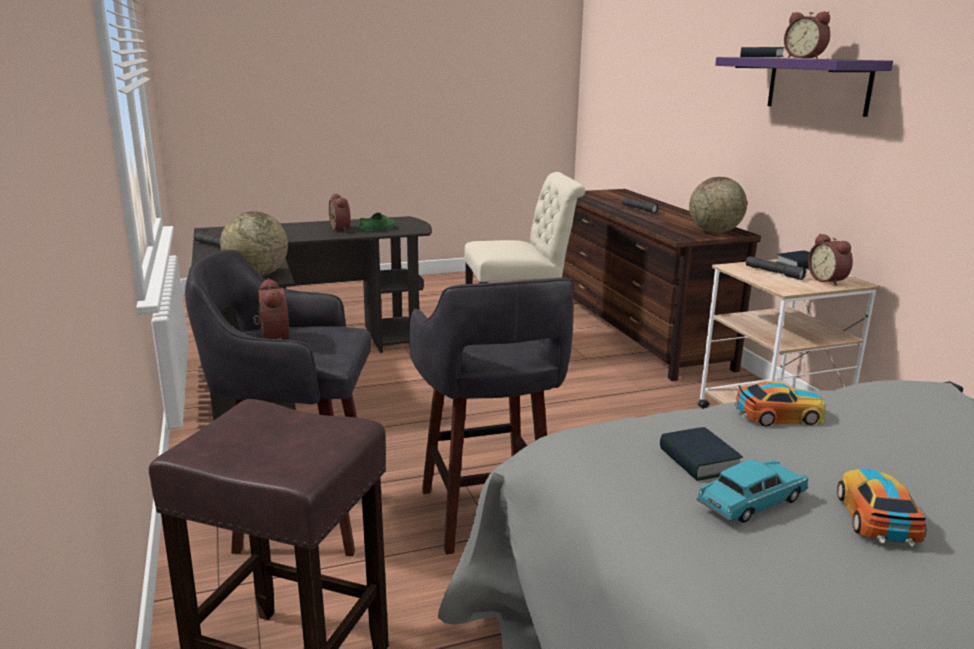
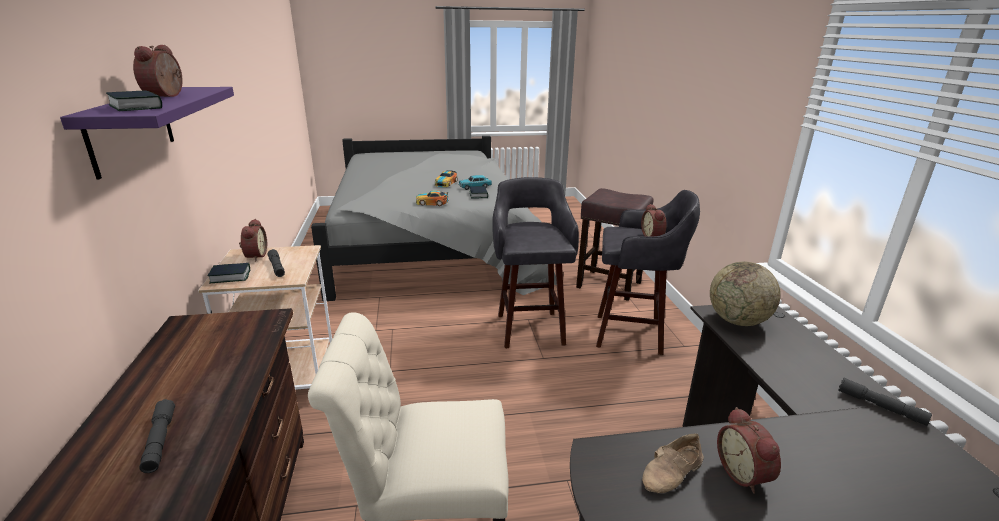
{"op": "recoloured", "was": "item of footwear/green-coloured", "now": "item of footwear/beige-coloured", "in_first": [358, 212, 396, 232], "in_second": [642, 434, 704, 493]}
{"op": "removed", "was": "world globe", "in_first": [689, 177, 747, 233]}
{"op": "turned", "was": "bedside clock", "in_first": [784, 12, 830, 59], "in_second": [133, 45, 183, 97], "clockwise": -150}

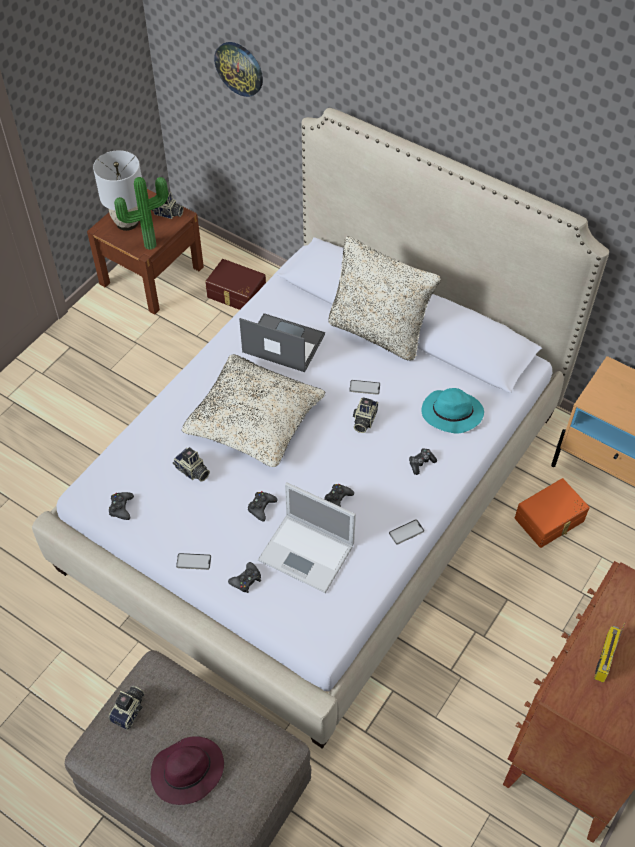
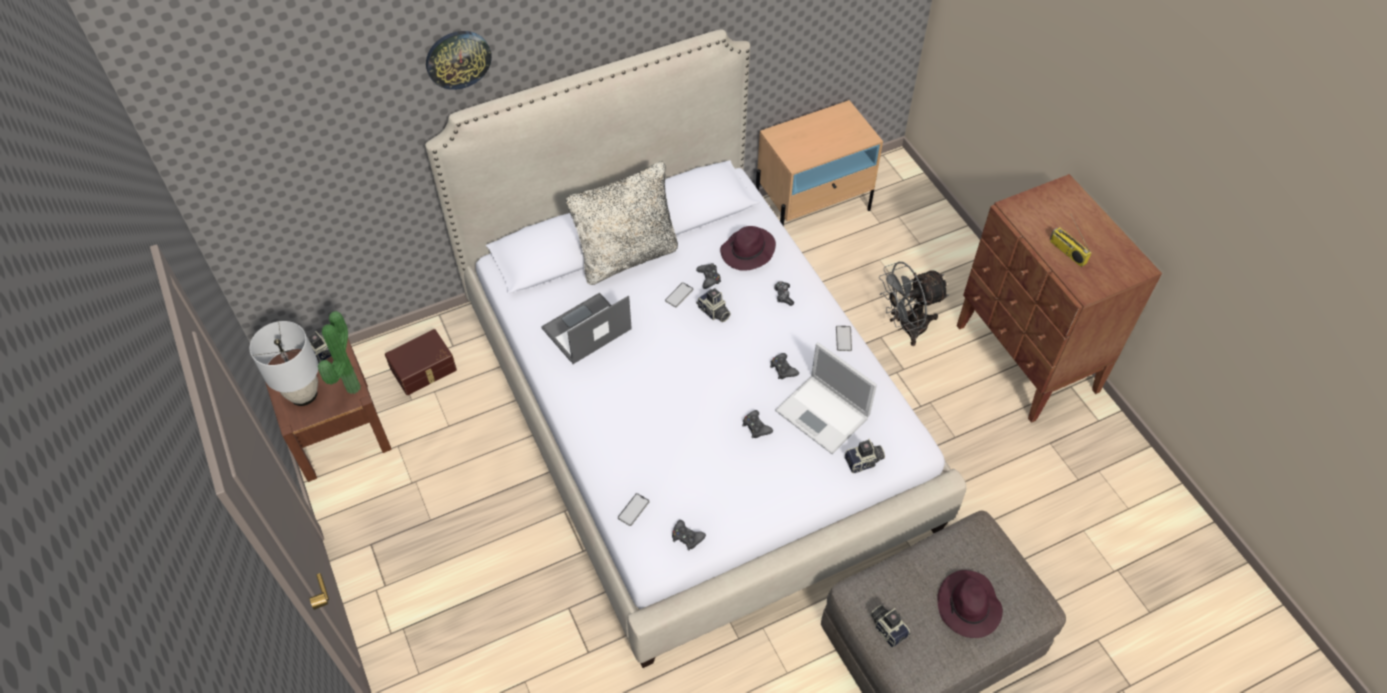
{"op": "moved", "was": "photo camera", "in_first": [173, 447, 210, 482], "in_second": [845, 439, 885, 474]}
{"op": "moved", "was": "handset", "in_first": [176, 553, 211, 570], "in_second": [618, 493, 649, 526]}
{"op": "removed", "was": "throw pillow/beige-coloured", "in_first": [182, 354, 326, 467]}
{"op": "moved", "was": "clock on the wall", "in_first": [214, 42, 263, 97], "in_second": [426, 31, 492, 90]}
{"op": "moved", "was": "gamepad/black-coloured", "in_first": [228, 562, 261, 593], "in_second": [696, 263, 721, 289]}
{"op": "turned", "was": "laptop", "in_first": [258, 482, 356, 593], "in_second": [775, 342, 877, 454], "clockwise": 75}
{"op": "recoloured", "was": "hat/turquoise", "now": "hat/purple", "in_first": [422, 388, 484, 434], "in_second": [720, 226, 776, 271]}
{"op": "removed", "was": "storage box/orange", "in_first": [515, 478, 590, 548]}
{"op": "added", "now": "fan/greyish", "in_second": [879, 262, 949, 346]}

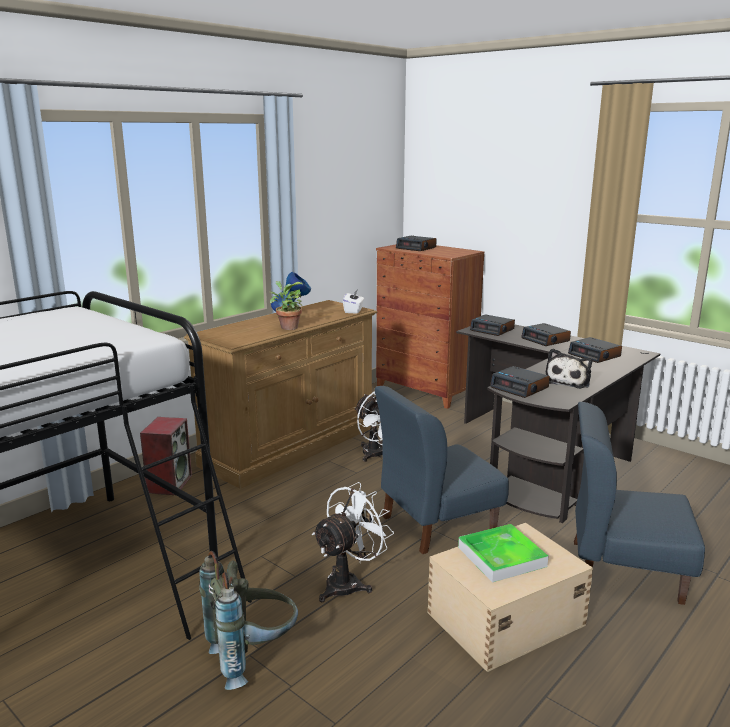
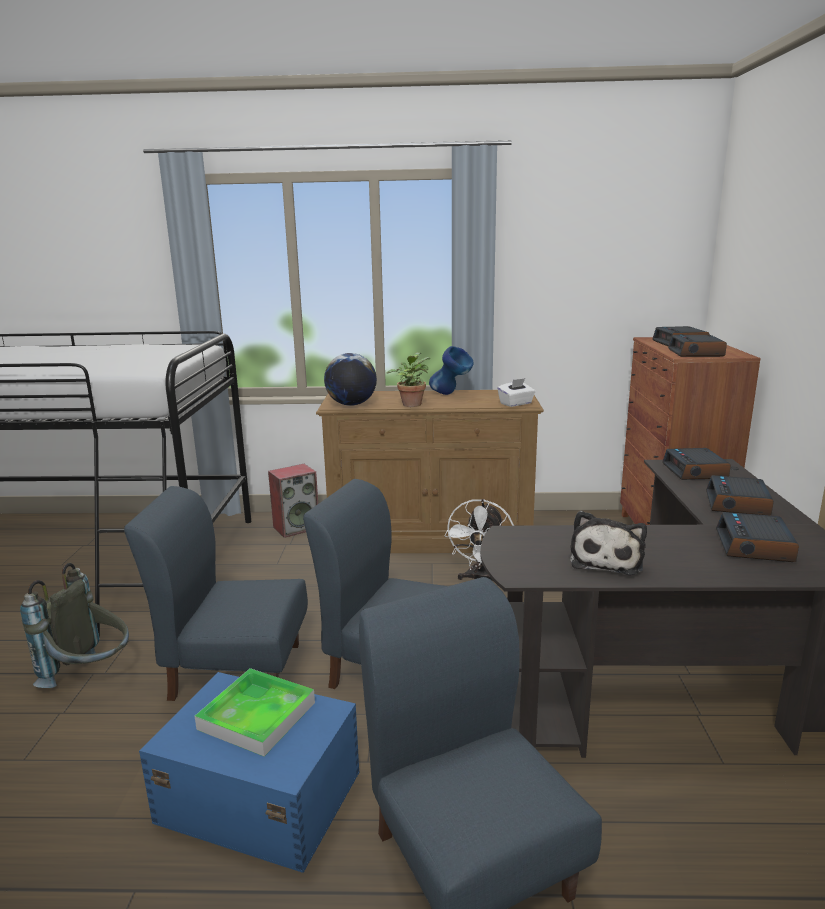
{"op": "replaced", "was": "fan/whitish", "now": "plain chair/blue-coloured", "in_first": [312, 482, 394, 603], "in_second": [124, 486, 308, 701]}
{"op": "recoloured", "was": "storage box/beige-coloured", "now": "storage box/blue-coloured", "in_first": [428, 523, 593, 672], "in_second": [139, 672, 359, 873]}
{"op": "moved", "was": "bedside clock", "in_first": [490, 366, 550, 398], "in_second": [668, 335, 727, 357]}
{"op": "turned", "was": "soft toy", "in_first": [546, 349, 592, 388], "in_second": [570, 511, 647, 575], "clockwise": -60}
{"op": "added", "now": "world globe", "in_second": [324, 353, 377, 406]}

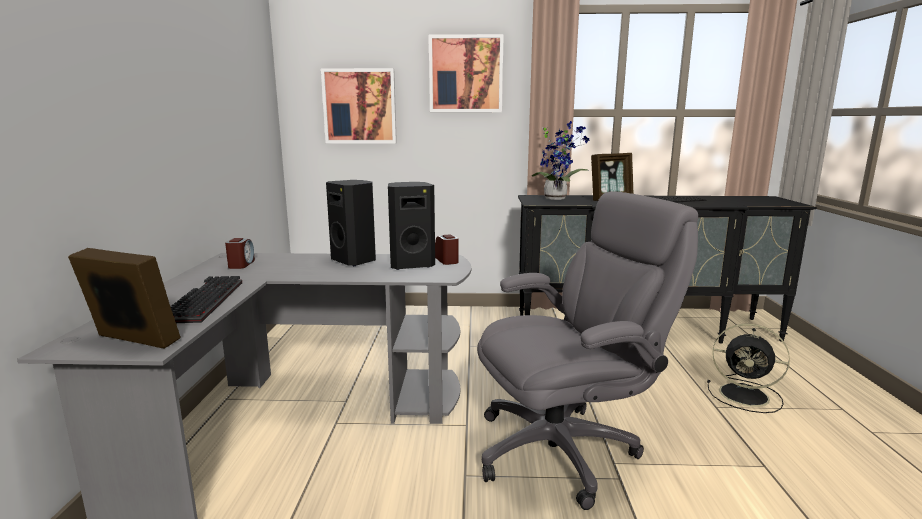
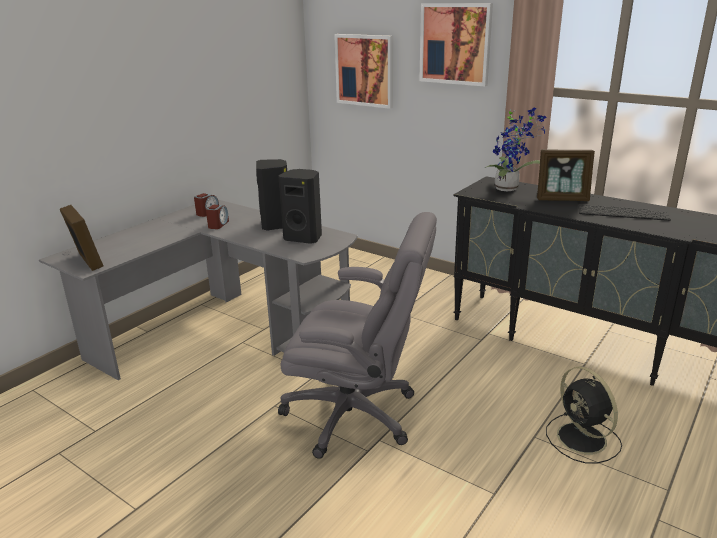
{"op": "removed", "was": "keyboard", "in_first": [170, 276, 242, 323]}
{"op": "moved", "was": "bedside clock", "in_first": [435, 234, 459, 265], "in_second": [206, 205, 229, 229]}

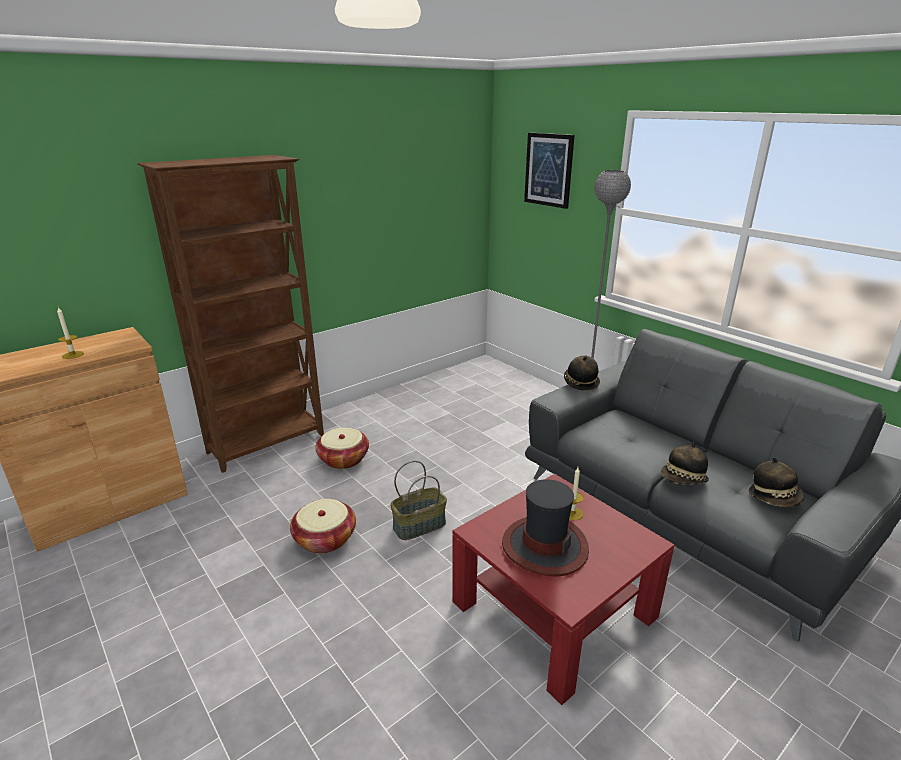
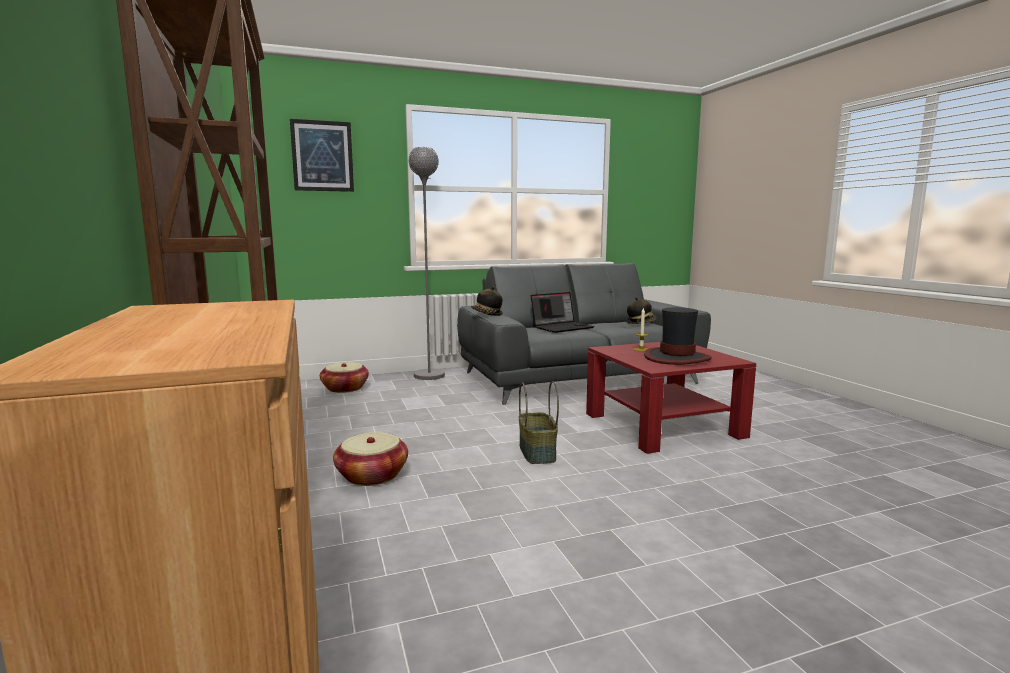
{"op": "removed", "was": "candle", "in_first": [57, 308, 84, 359]}
{"op": "moved", "was": "storage basket", "in_first": [290, 499, 356, 554], "in_second": [320, 362, 369, 393]}
{"op": "removed", "was": "hat", "in_first": [661, 442, 709, 485]}
{"op": "added", "now": "laptop", "in_second": [531, 292, 594, 333]}

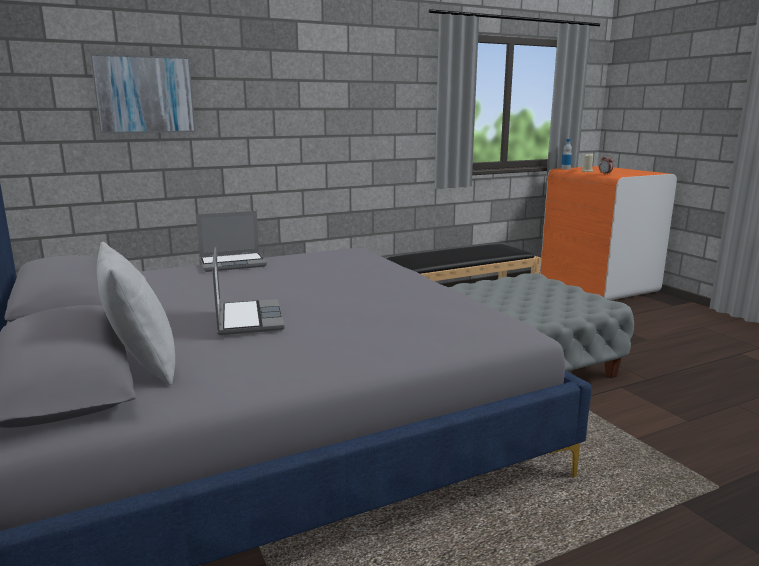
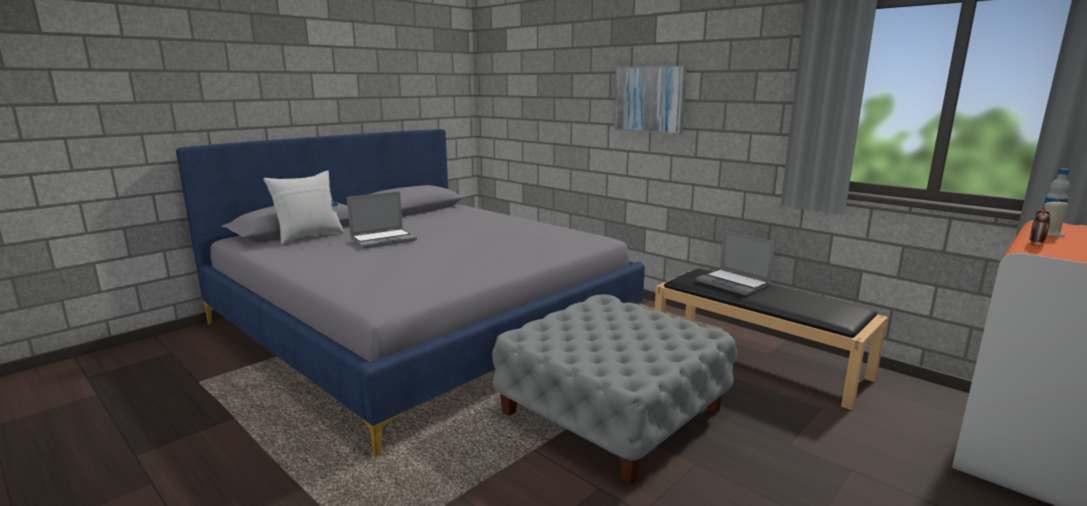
{"op": "moved", "was": "wall picture", "in_first": [90, 54, 196, 134], "in_second": [614, 65, 687, 134]}
{"op": "moved", "was": "laptop", "in_first": [196, 211, 267, 272], "in_second": [696, 230, 776, 296]}

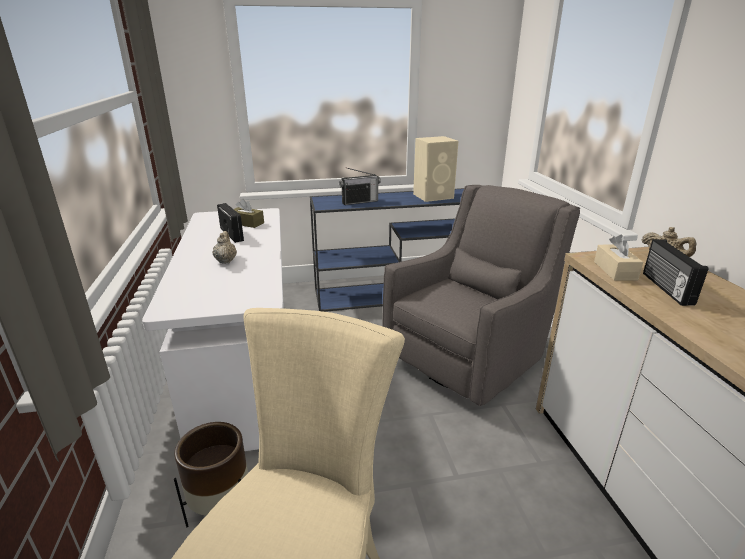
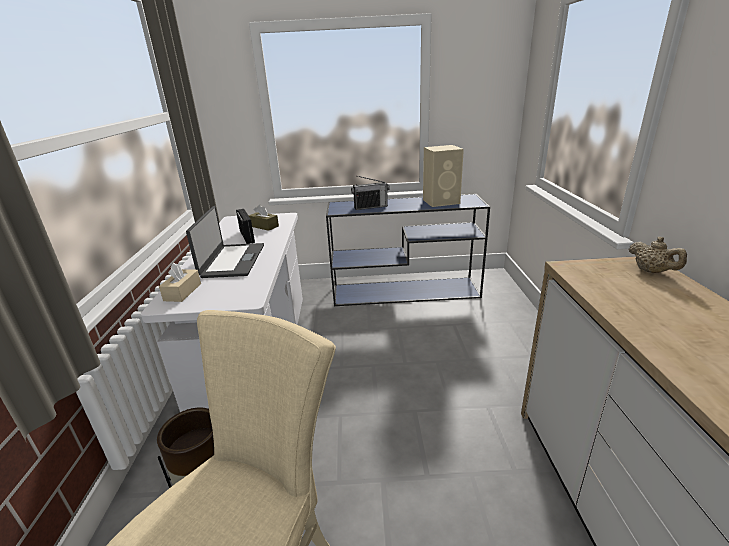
{"op": "replaced", "was": "pot for tea/beige-coloured", "now": "laptop", "in_first": [213, 231, 237, 264], "in_second": [186, 206, 264, 278]}
{"op": "removed", "was": "armchair/greyish", "in_first": [382, 185, 580, 406]}
{"op": "moved", "was": "box of tissues/beige-coloured", "in_first": [594, 235, 643, 281], "in_second": [159, 263, 201, 302]}
{"op": "removed", "was": "radio", "in_first": [643, 239, 709, 306]}

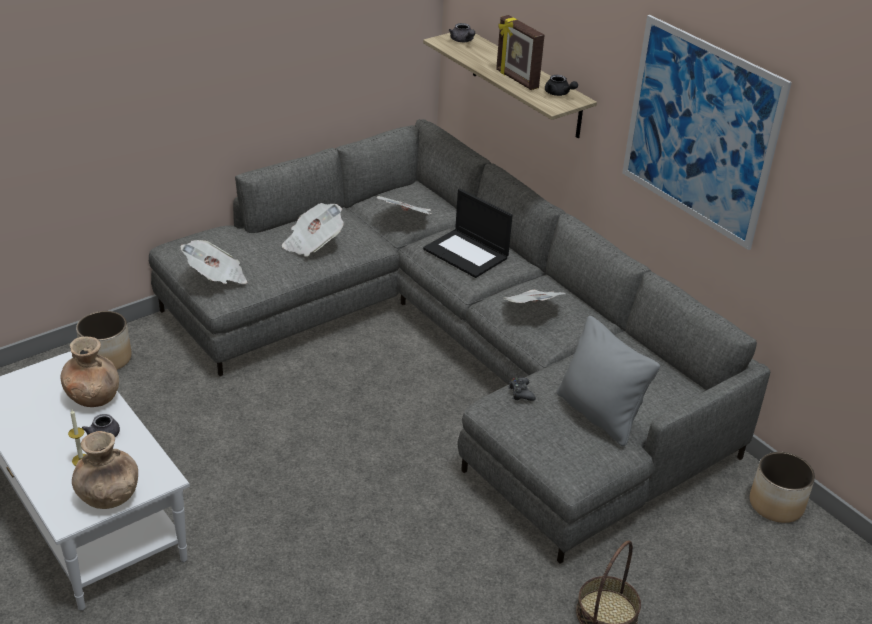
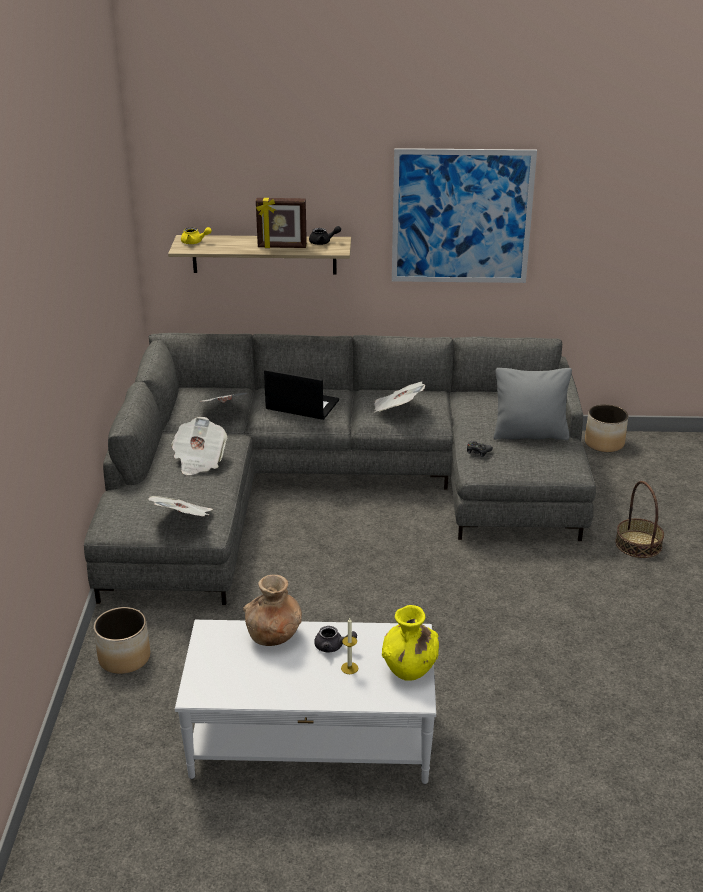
{"op": "recoloured", "was": "flower vase/brownish", "now": "flower vase/yellow-coloured", "in_first": [72, 431, 138, 509], "in_second": [382, 605, 439, 681]}
{"op": "turned", "was": "laptop", "in_first": [423, 189, 512, 278], "in_second": [264, 369, 339, 420], "clockwise": -150}
{"op": "recoloured", "was": "pot for tea/greyish", "now": "pot for tea/yellow-coloured", "in_first": [449, 23, 475, 42], "in_second": [181, 227, 212, 244]}

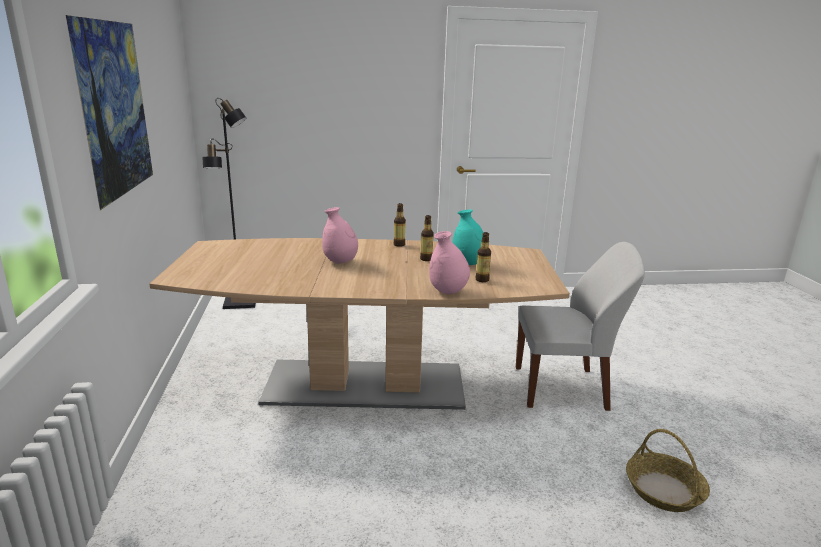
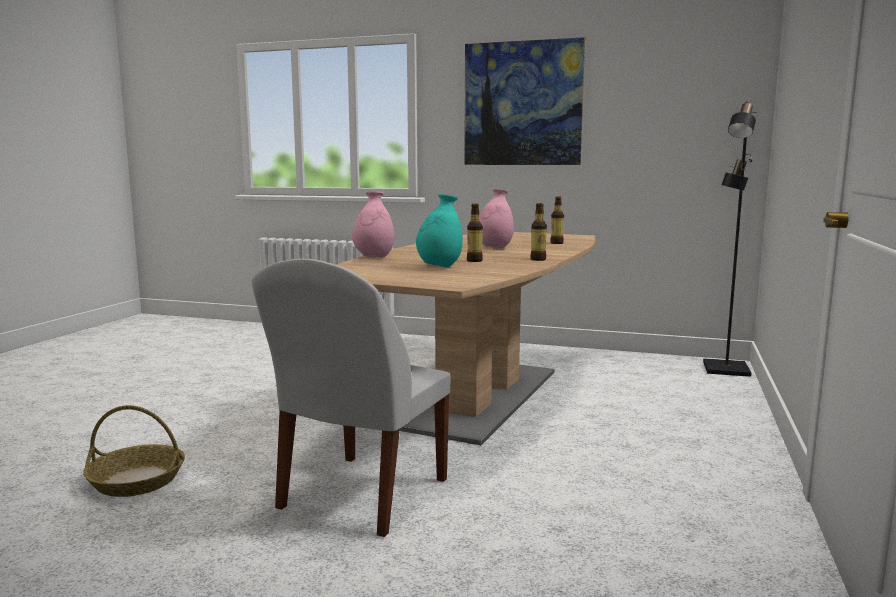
{"op": "moved", "was": "drink bottle", "in_first": [475, 232, 491, 282], "in_second": [550, 197, 564, 244]}

